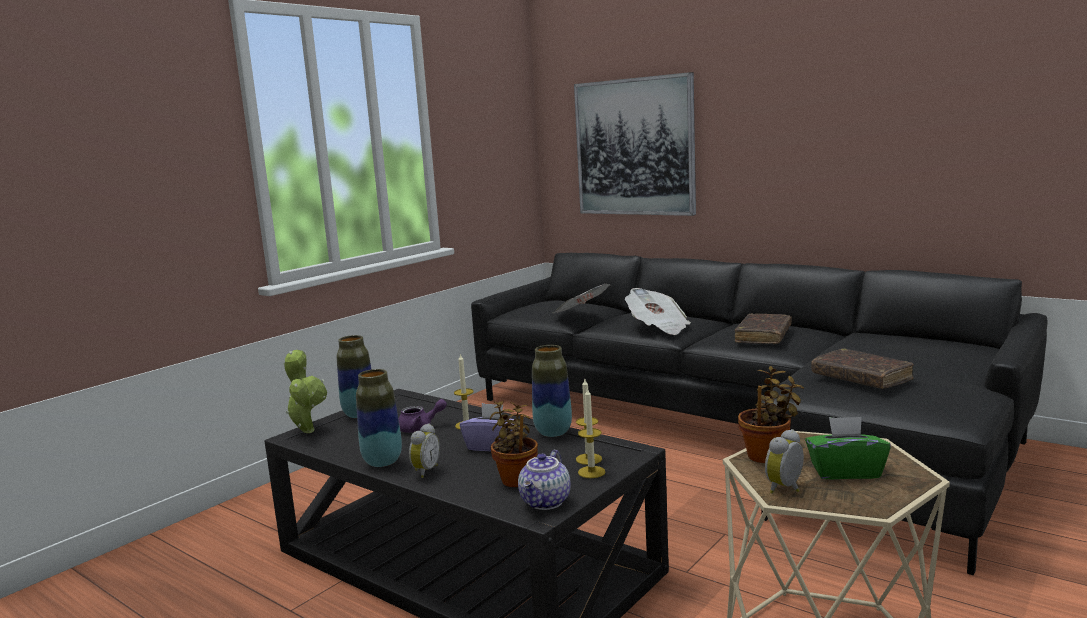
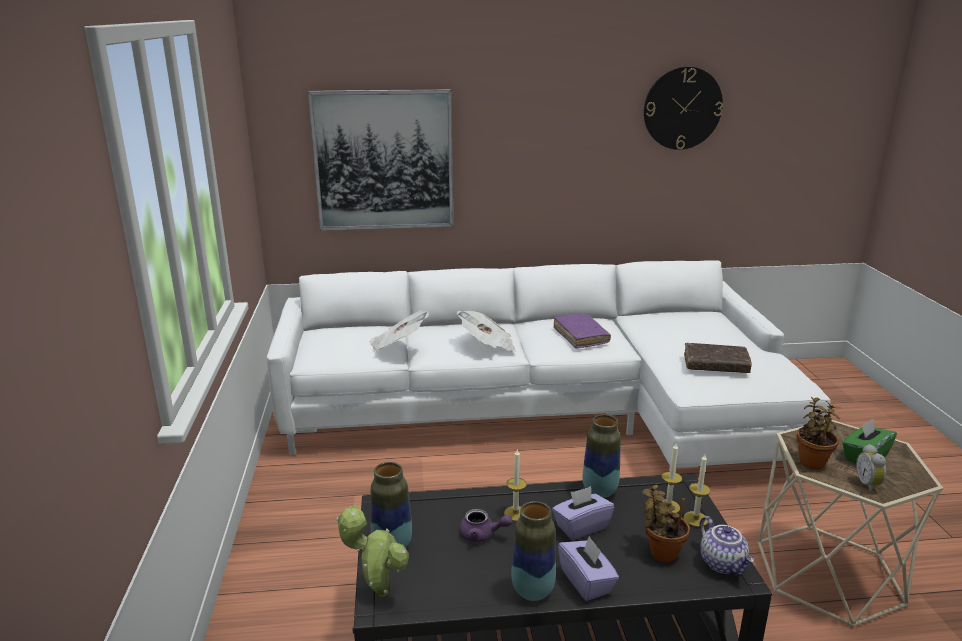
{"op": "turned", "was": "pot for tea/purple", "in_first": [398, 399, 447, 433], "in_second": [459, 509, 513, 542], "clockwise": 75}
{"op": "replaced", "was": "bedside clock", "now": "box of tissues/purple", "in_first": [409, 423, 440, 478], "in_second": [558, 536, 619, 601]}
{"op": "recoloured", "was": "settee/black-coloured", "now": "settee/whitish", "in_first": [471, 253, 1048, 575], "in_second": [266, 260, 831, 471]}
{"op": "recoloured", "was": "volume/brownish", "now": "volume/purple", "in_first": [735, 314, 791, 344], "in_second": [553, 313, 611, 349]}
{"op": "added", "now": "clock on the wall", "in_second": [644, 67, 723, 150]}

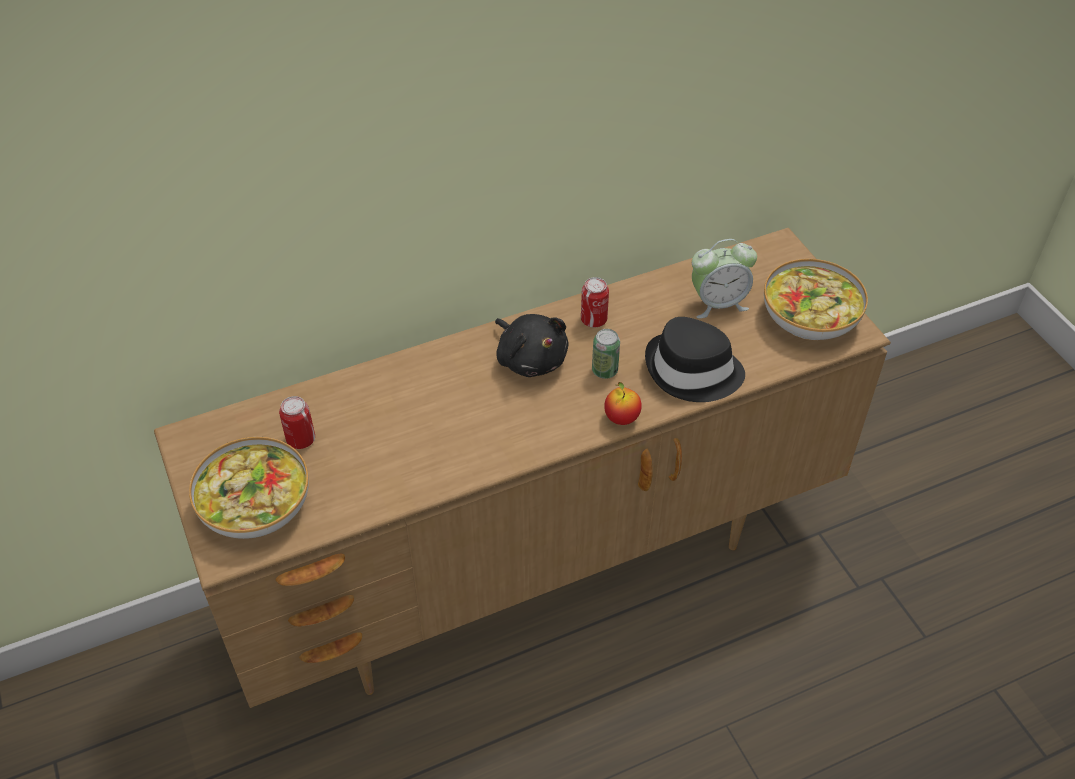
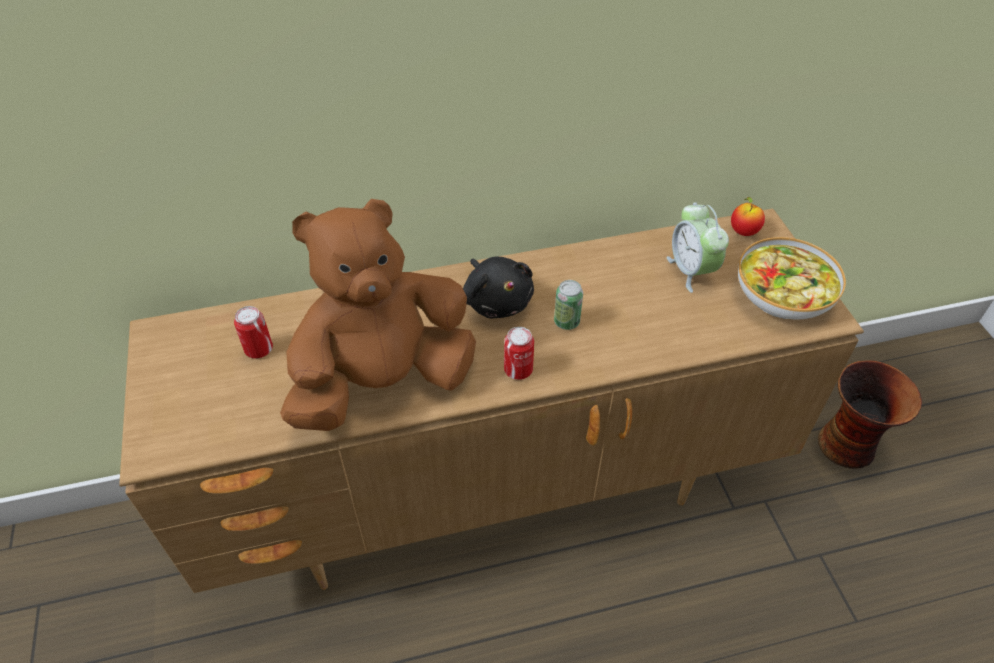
{"op": "removed", "was": "deep dish", "in_first": [189, 437, 309, 539]}
{"op": "moved", "was": "can", "in_first": [581, 277, 609, 327], "in_second": [504, 327, 534, 380]}
{"op": "moved", "was": "apple fruit", "in_first": [604, 382, 642, 425], "in_second": [731, 197, 765, 236]}
{"op": "removed", "was": "hat/black-coloured", "in_first": [645, 317, 745, 402]}
{"op": "turned", "was": "bedside clock", "in_first": [692, 239, 757, 318], "in_second": [667, 202, 729, 293], "clockwise": 75}
{"op": "added", "now": "soft toy/brownish", "in_second": [280, 199, 476, 431]}
{"op": "added", "now": "flower vase", "in_second": [818, 360, 922, 469]}

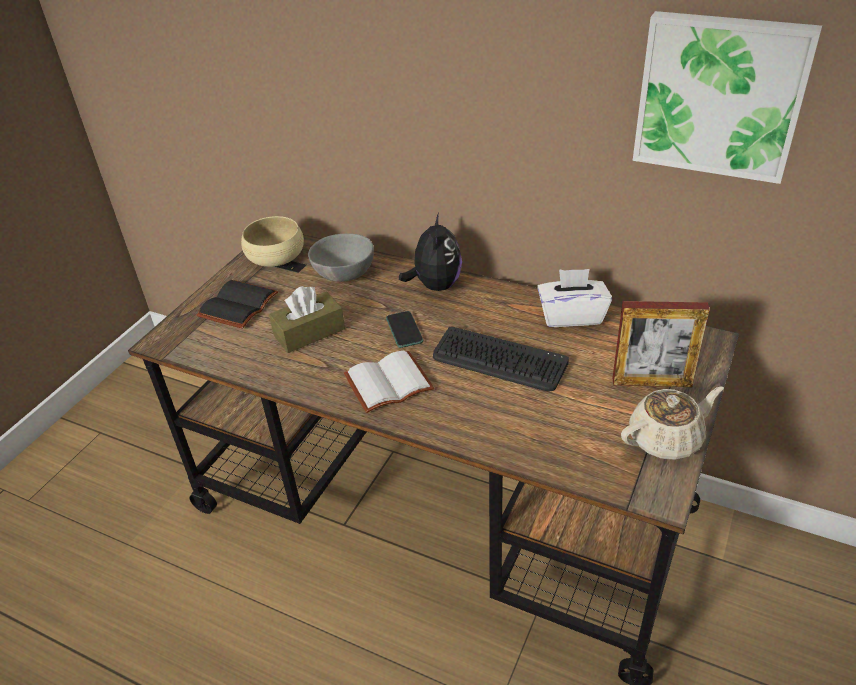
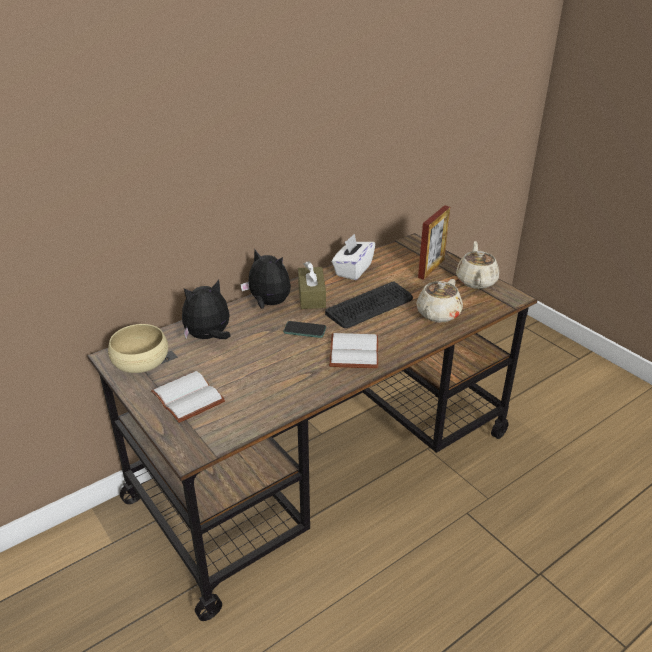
{"op": "recoloured", "was": "volume/black-coloured", "now": "volume/whitish", "in_first": [197, 280, 278, 329], "in_second": [151, 371, 225, 423]}
{"op": "moved", "was": "box of tissues/brownish", "in_first": [269, 286, 345, 353], "in_second": [298, 261, 326, 309]}
{"op": "replaced", "was": "deep dish/greyish", "now": "soft toy", "in_first": [308, 234, 374, 282], "in_second": [182, 280, 231, 339]}
{"op": "removed", "was": "wall picture", "in_first": [633, 11, 822, 184]}
{"op": "added", "now": "pot for tea/beige-coloured", "in_second": [416, 279, 463, 322]}

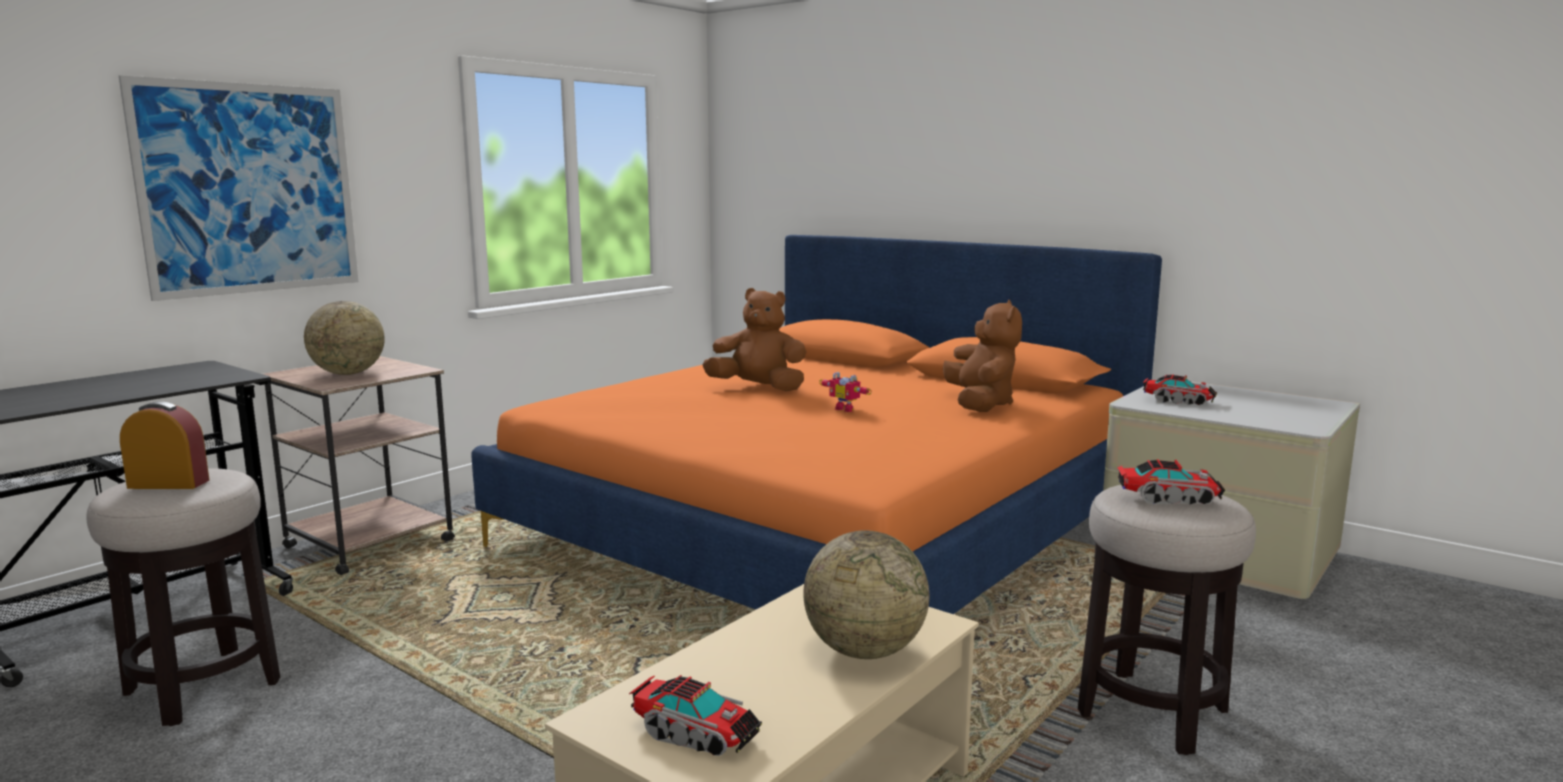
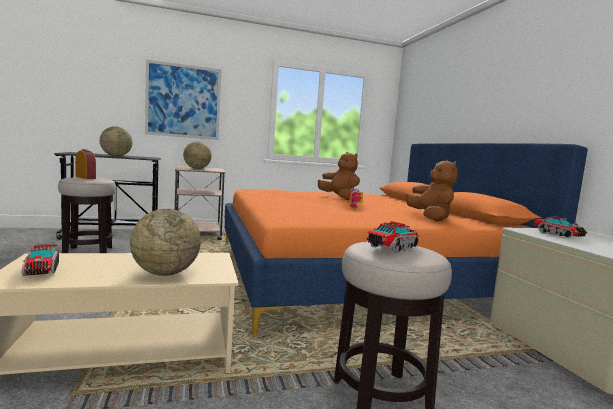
{"op": "turned", "was": "soft toy/brownish", "in_first": [943, 300, 1022, 412], "in_second": [406, 160, 458, 221], "clockwise": -45}
{"op": "turned", "was": "model truck", "in_first": [1118, 459, 1225, 505], "in_second": [367, 221, 419, 253], "clockwise": -90}
{"op": "added", "now": "world globe", "in_second": [100, 126, 133, 156]}

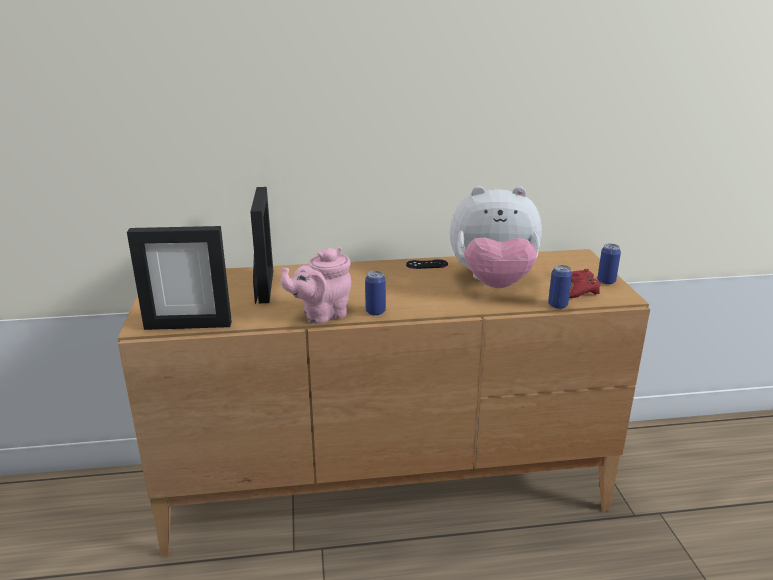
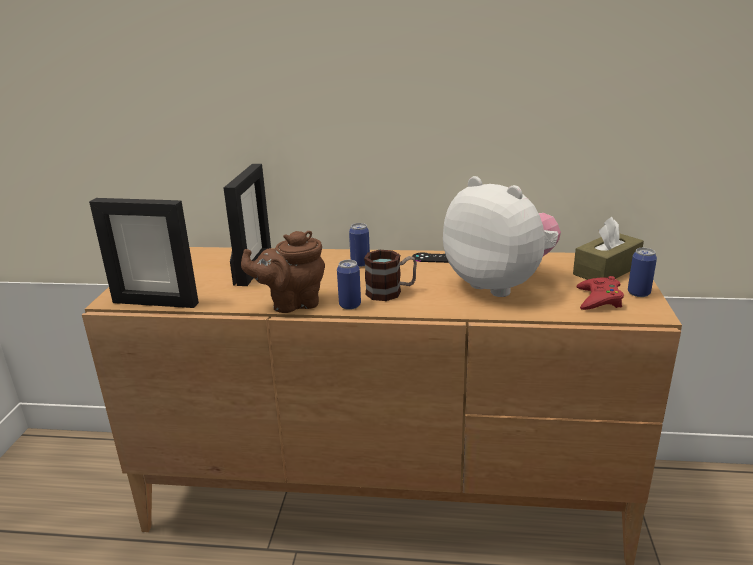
{"op": "recoloured", "was": "pot for tea/pink", "now": "pot for tea/brownish", "in_first": [281, 247, 351, 324], "in_second": [241, 231, 325, 313]}
{"op": "turned", "was": "soft toy", "in_first": [450, 186, 542, 288], "in_second": [443, 176, 561, 297], "clockwise": -150}
{"op": "moved", "was": "can", "in_first": [548, 265, 572, 309], "in_second": [349, 223, 370, 267]}
{"op": "added", "now": "tea mug", "in_second": [364, 250, 417, 301]}
{"op": "added", "now": "box of tissues/brownish", "in_second": [573, 217, 644, 280]}

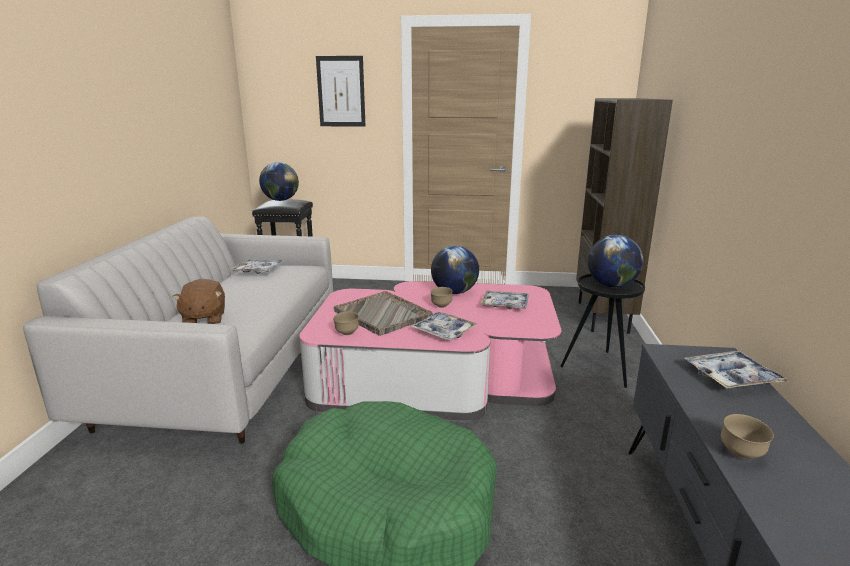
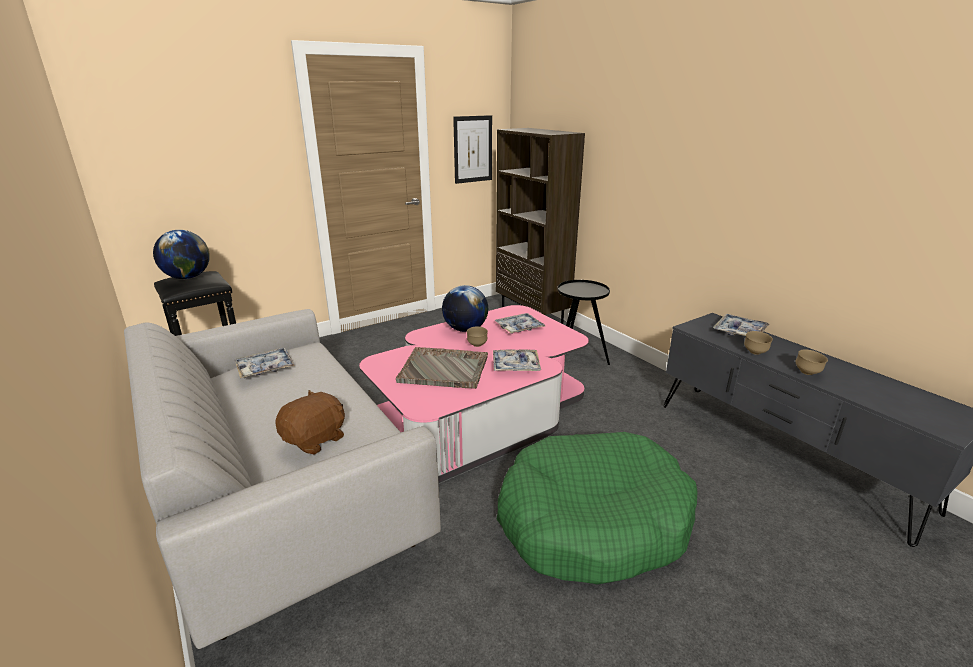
{"op": "turned", "was": "soft toy/brownish", "in_first": [172, 279, 225, 324], "in_second": [275, 390, 345, 455], "clockwise": -90}
{"op": "moved", "was": "wall picture", "in_first": [316, 56, 365, 127], "in_second": [453, 115, 492, 184]}
{"op": "moved", "was": "deep dish/brownish", "in_first": [333, 311, 359, 335], "in_second": [744, 331, 773, 355]}
{"op": "removed", "was": "world globe", "in_first": [588, 235, 644, 288]}

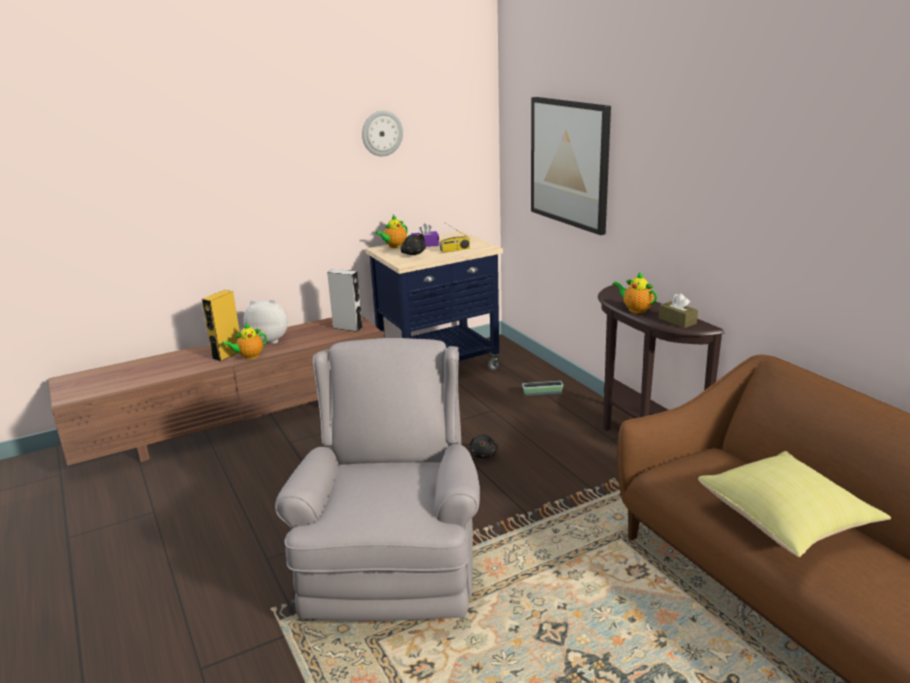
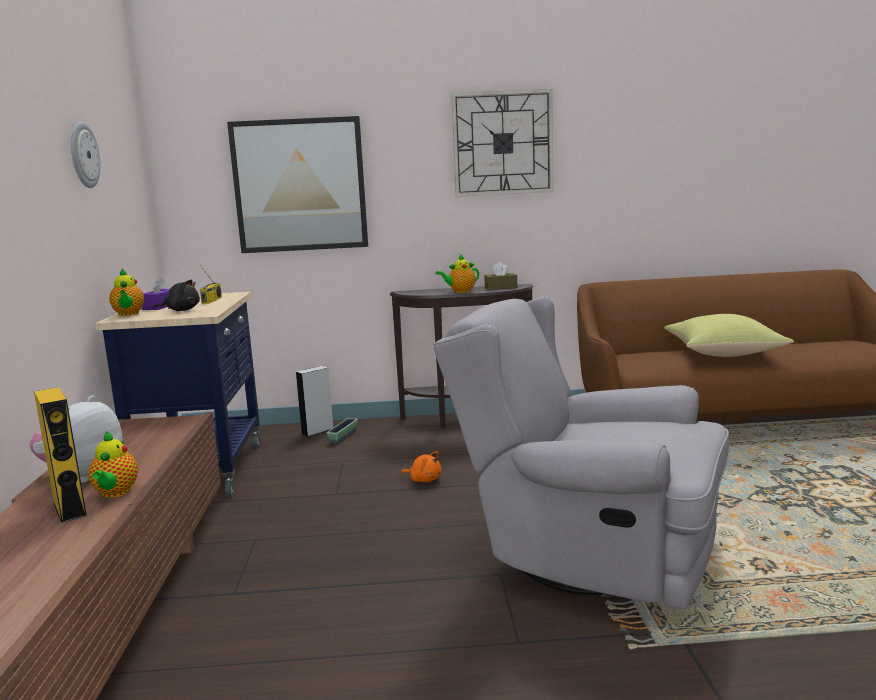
{"op": "moved", "was": "loudspeaker/greyish", "in_first": [327, 269, 362, 332], "in_second": [296, 366, 333, 437]}
{"op": "recoloured", "was": "soft toy/black-coloured", "now": "soft toy/orange", "in_first": [469, 434, 498, 459], "in_second": [401, 451, 442, 482]}
{"op": "added", "now": "clock on the wall", "in_second": [451, 89, 553, 197]}

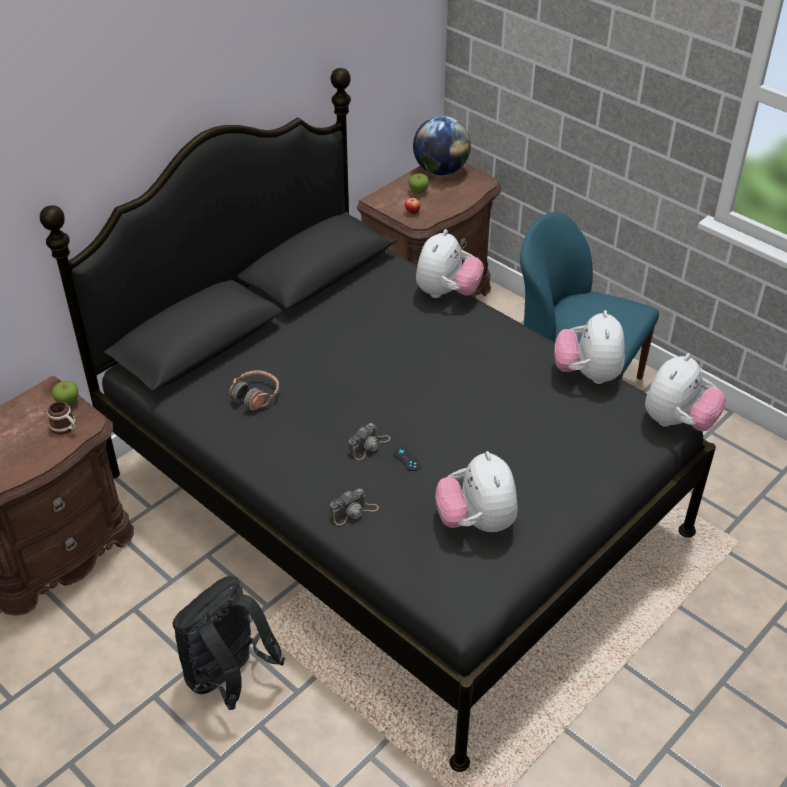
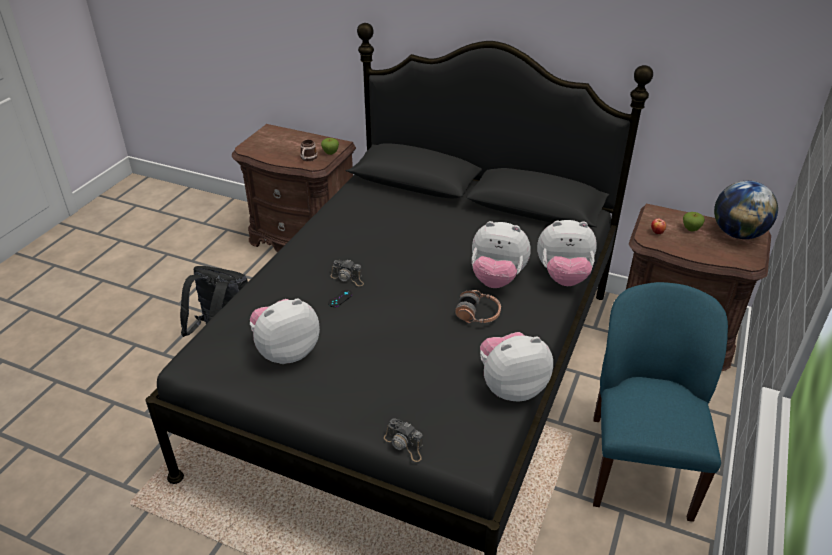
{"op": "moved", "was": "pair of headphones", "in_first": [229, 370, 279, 411], "in_second": [455, 290, 501, 324]}
{"op": "moved", "was": "photo camera", "in_first": [330, 489, 379, 525], "in_second": [384, 418, 423, 462]}
{"op": "moved", "was": "soft toy", "in_first": [645, 353, 726, 431], "in_second": [472, 221, 531, 288]}

